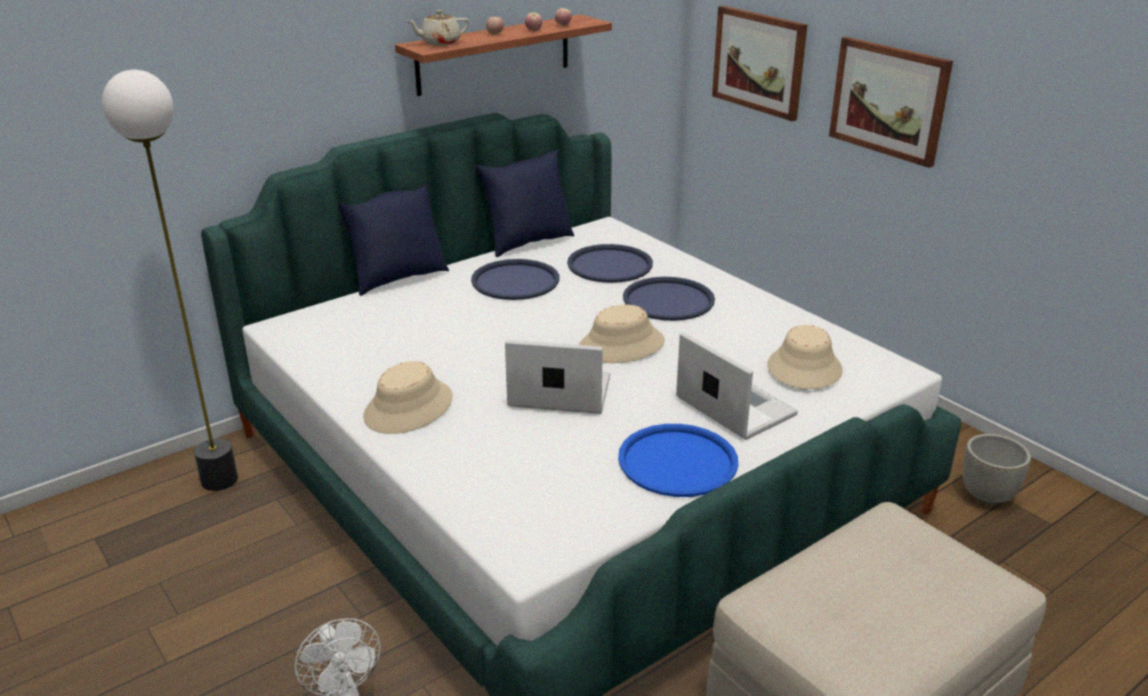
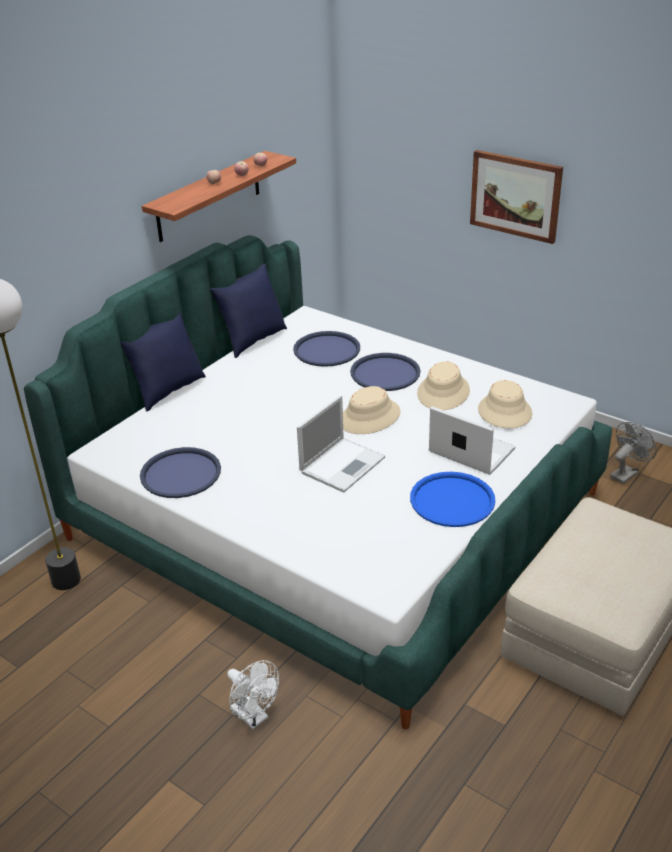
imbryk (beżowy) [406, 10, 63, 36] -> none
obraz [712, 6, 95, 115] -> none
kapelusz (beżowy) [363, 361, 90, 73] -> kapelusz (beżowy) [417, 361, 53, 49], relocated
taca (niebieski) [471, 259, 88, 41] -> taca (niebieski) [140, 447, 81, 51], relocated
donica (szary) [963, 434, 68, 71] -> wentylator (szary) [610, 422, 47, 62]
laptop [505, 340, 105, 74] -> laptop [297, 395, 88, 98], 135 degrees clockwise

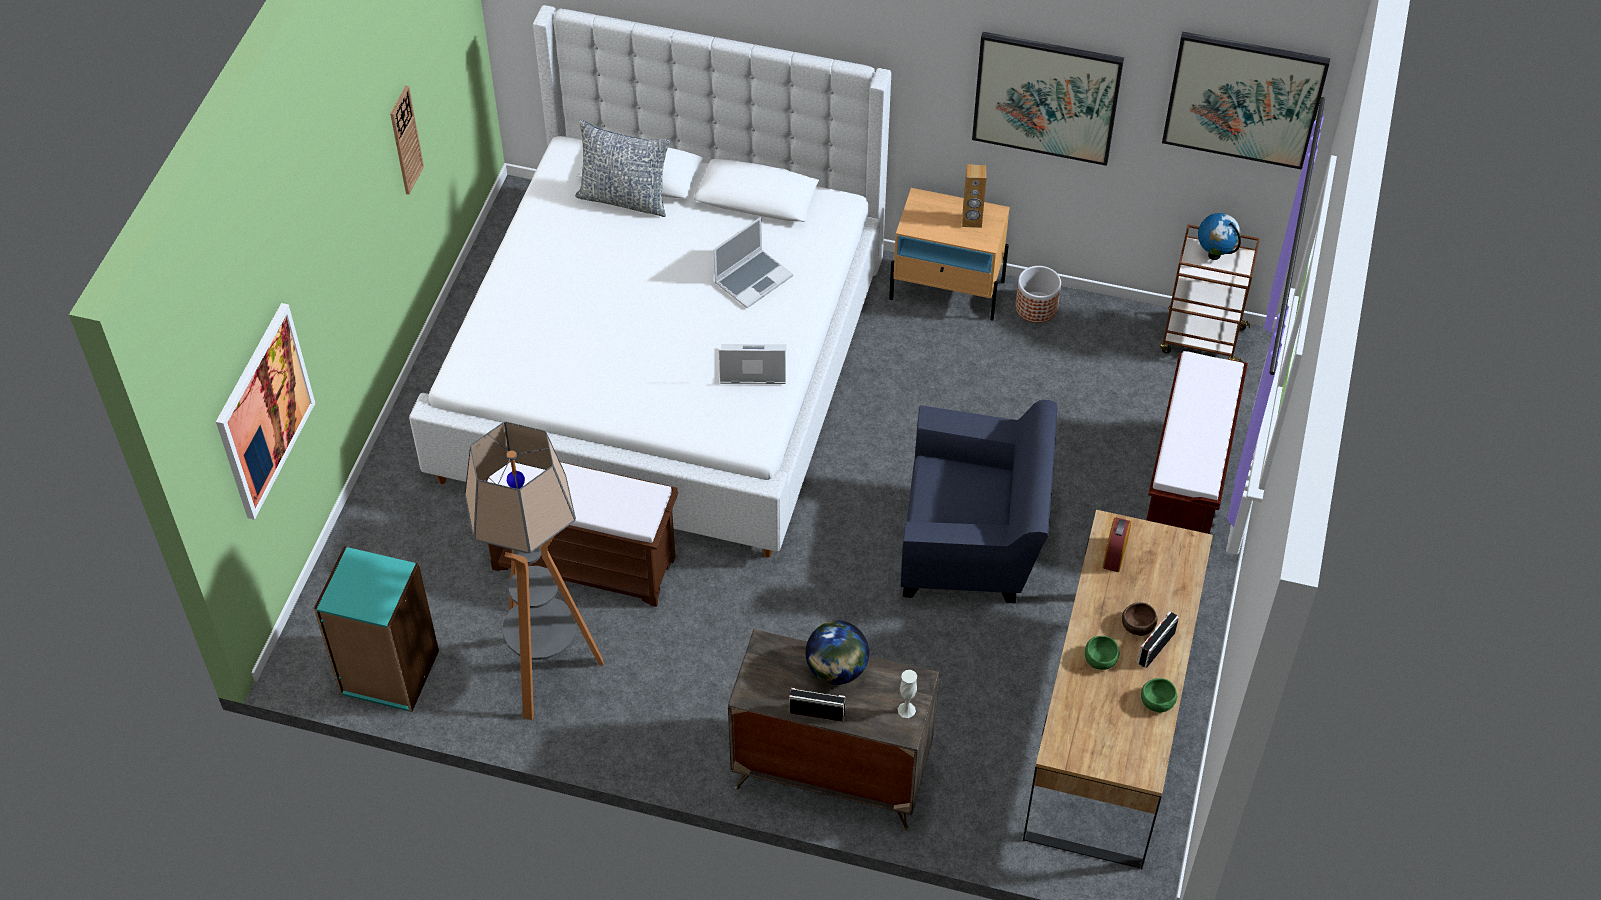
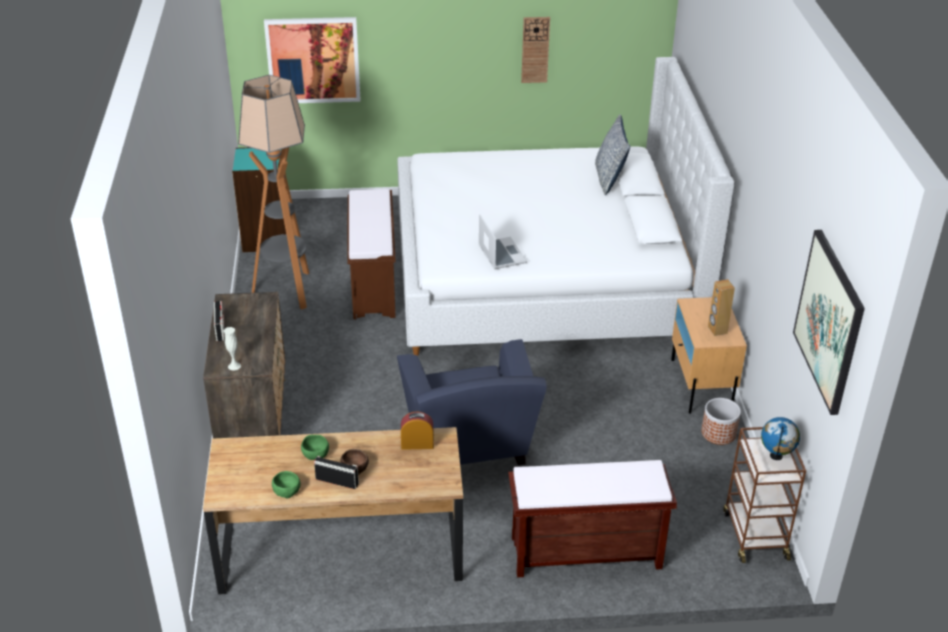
laptop [714, 217, 79, 91] -> none
globus [805, 621, 64, 64] -> none
obraz [972, 32, 152, 134] -> none

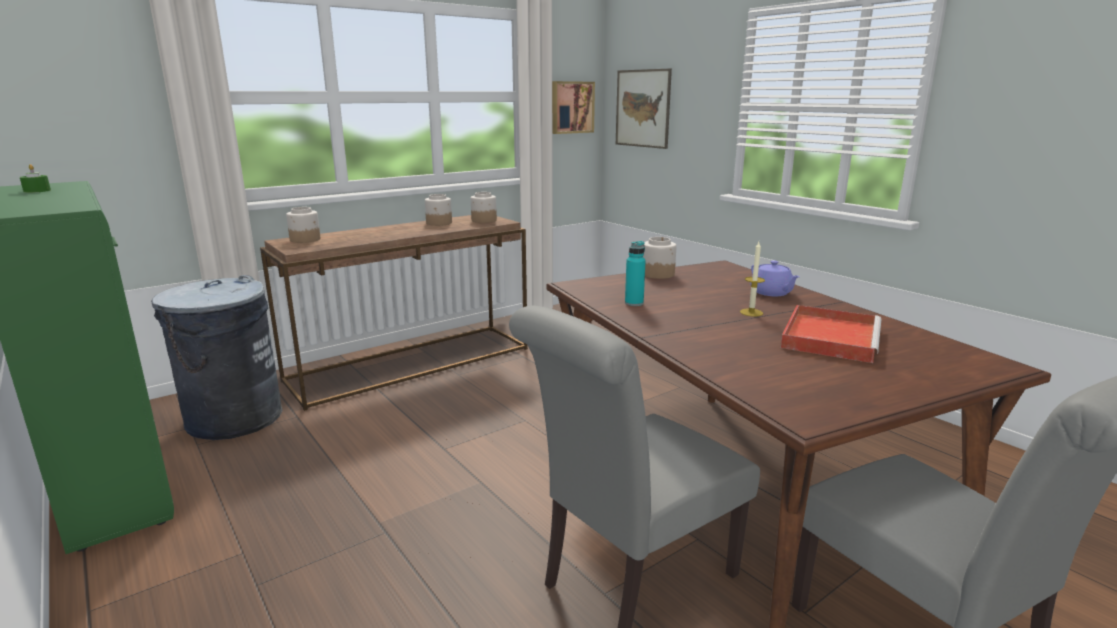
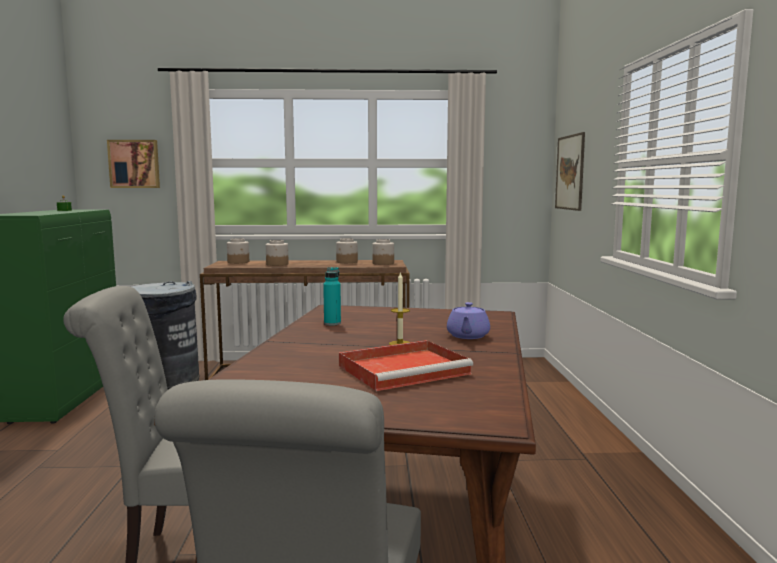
obraz [552, 81, 43, 53] -> obraz [107, 140, 53, 48], relocated
słoik [643, 237, 33, 42] -> słoik [266, 240, 23, 26], relocated

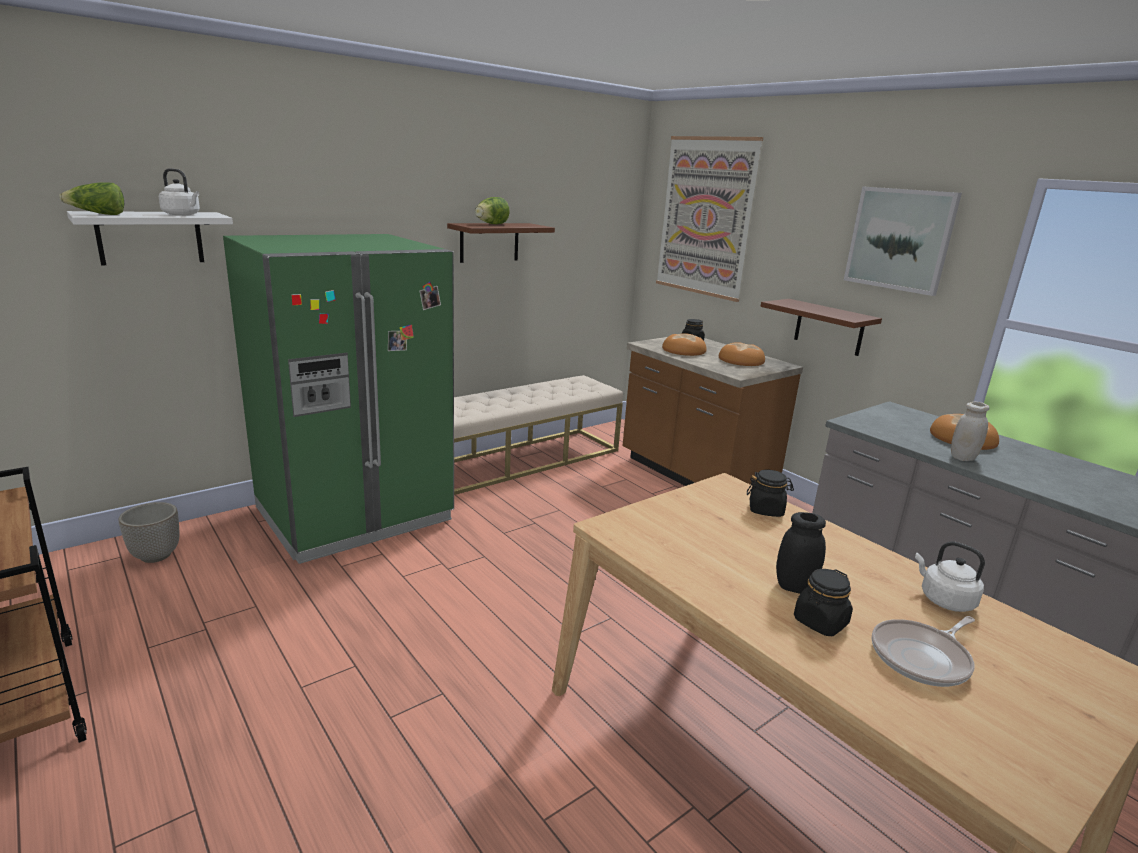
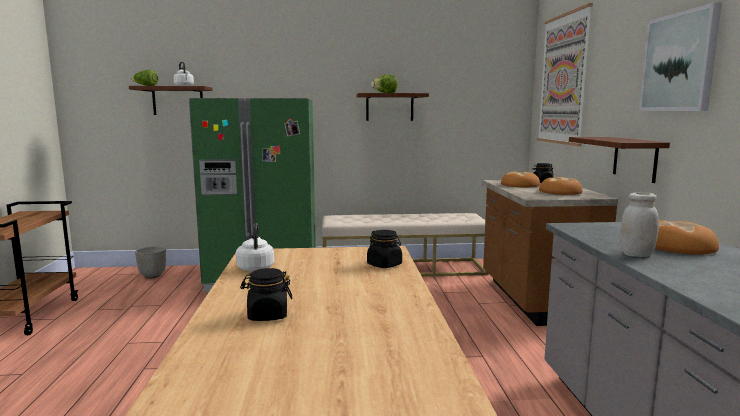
słoik (czarny) [776, 512, 50, 82] -> none
patelnia [871, 616, 104, 71] -> none
czajnik (biały) [915, 541, 70, 71] -> czajnik (biały) [236, 223, 38, 48], relocated
półka (biały) [67, 211, 166, 55] -> półka (brązowy) [129, 86, 84, 29]

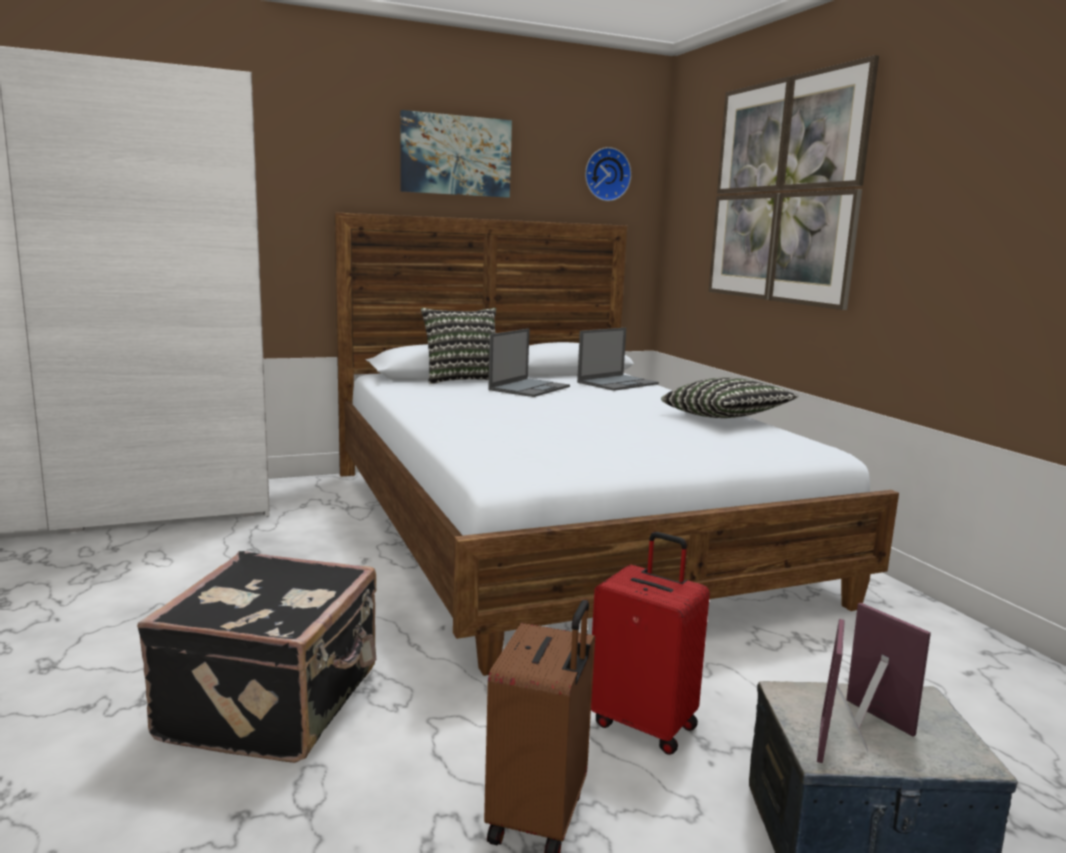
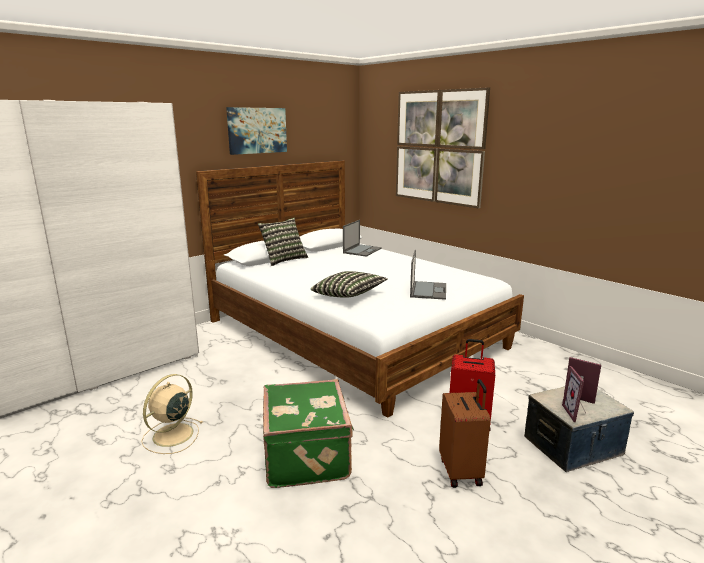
zegar ścienny [585, 147, 46, 54] -> none
none -> wentylator (beżowy) [141, 374, 62, 80]
laptop [488, 329, 82, 68] -> laptop [410, 250, 36, 50], relocated
poduszka [661, 377, 137, 41] -> poduszka [311, 271, 77, 27], relocated
walizka (czarny) [137, 551, 240, 212] -> walizka (zielony) [263, 379, 91, 109]

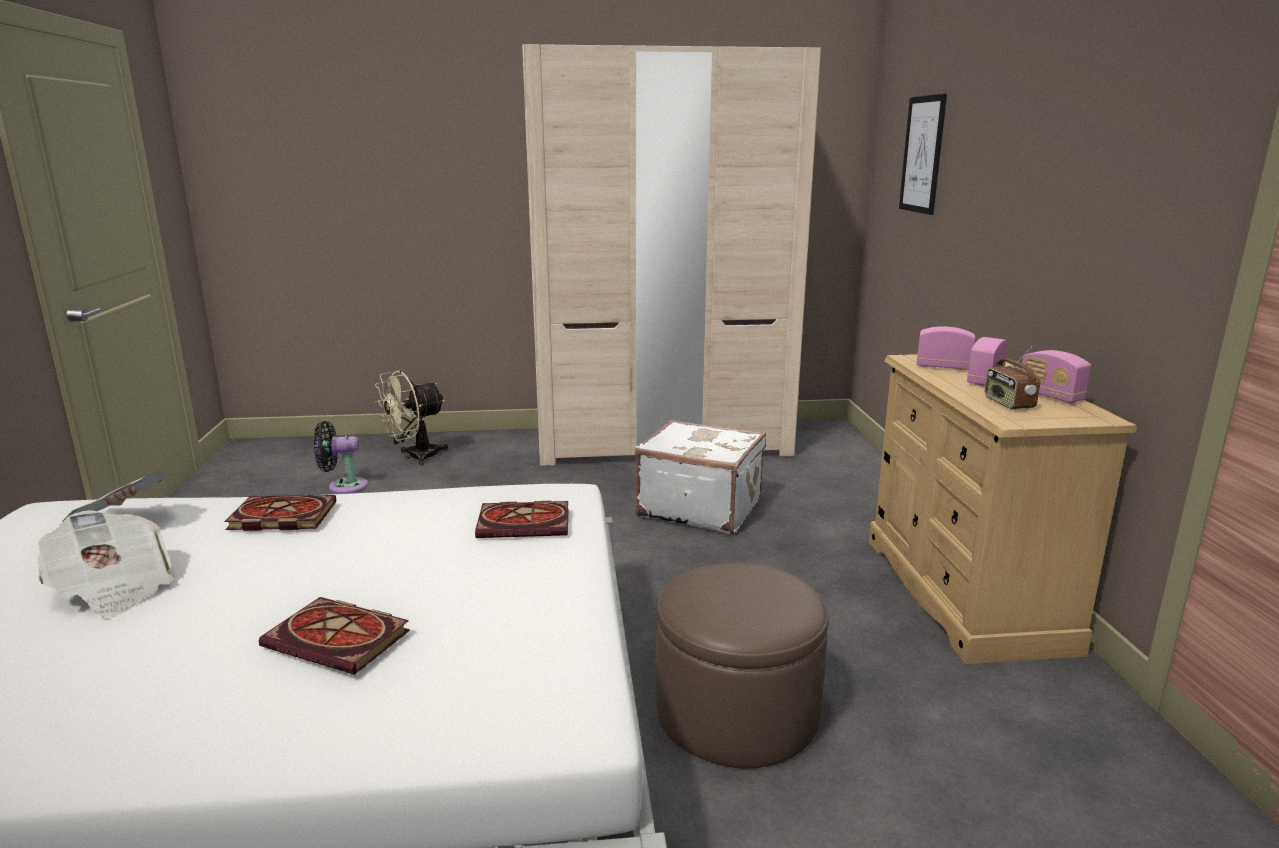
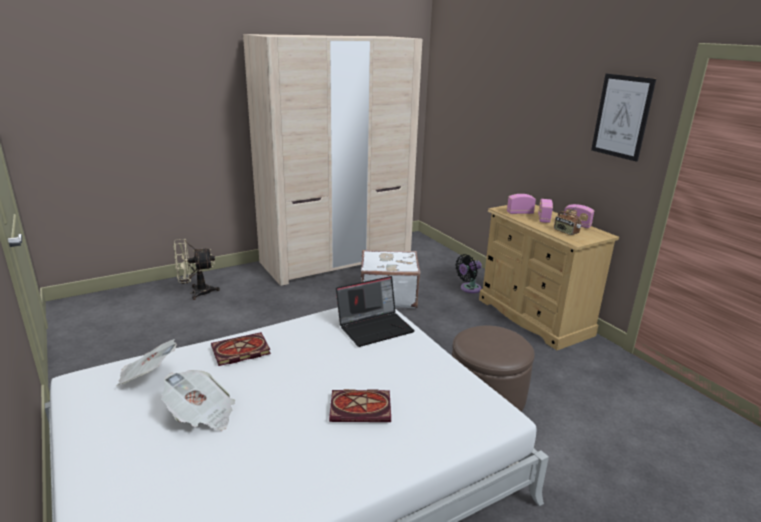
wentylator (czarny) [314, 421, 54, 73] -> wentylator (czarny) [455, 254, 27, 39], relocated
obraz [899, 94, 48, 121] -> obraz [591, 74, 65, 88], relocated
książka [475, 501, 93, 37] -> laptop [336, 276, 79, 71]
wentylator (beżowy) [375, 370, 73, 95] -> wentylator (beżowy) [174, 239, 46, 61], 45 degrees clockwise

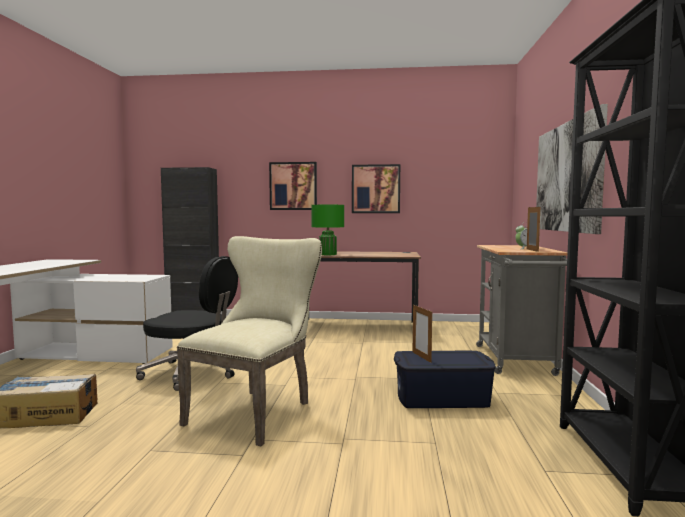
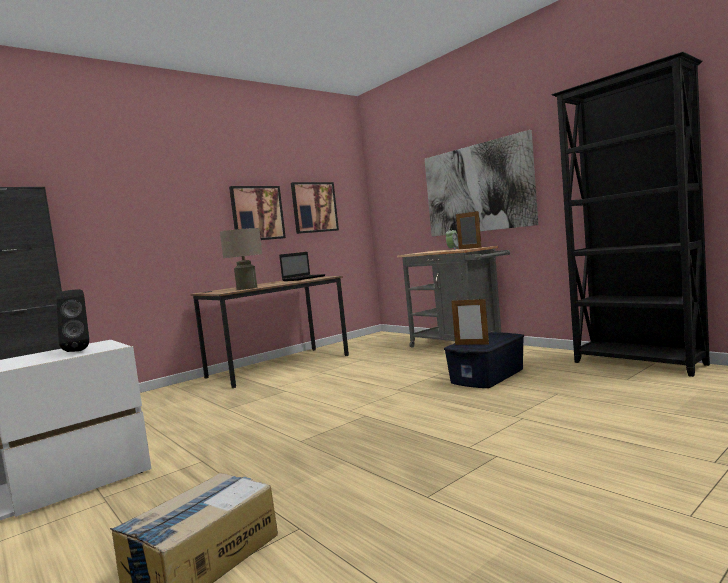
krzesło biurowe (czarny) [136, 256, 102, 135] -> none
krzesło (beżowy) [177, 236, 145, 210] -> none
none -> głośnik (czarny) [57, 289, 32, 63]
none -> laptop [279, 252, 47, 29]
obraz [269, 162, 48, 48] -> obraz [291, 182, 48, 52], relocated
lampa stołowa (zielony) [311, 205, 33, 50] -> lampa stołowa (beżowy) [220, 228, 42, 62]

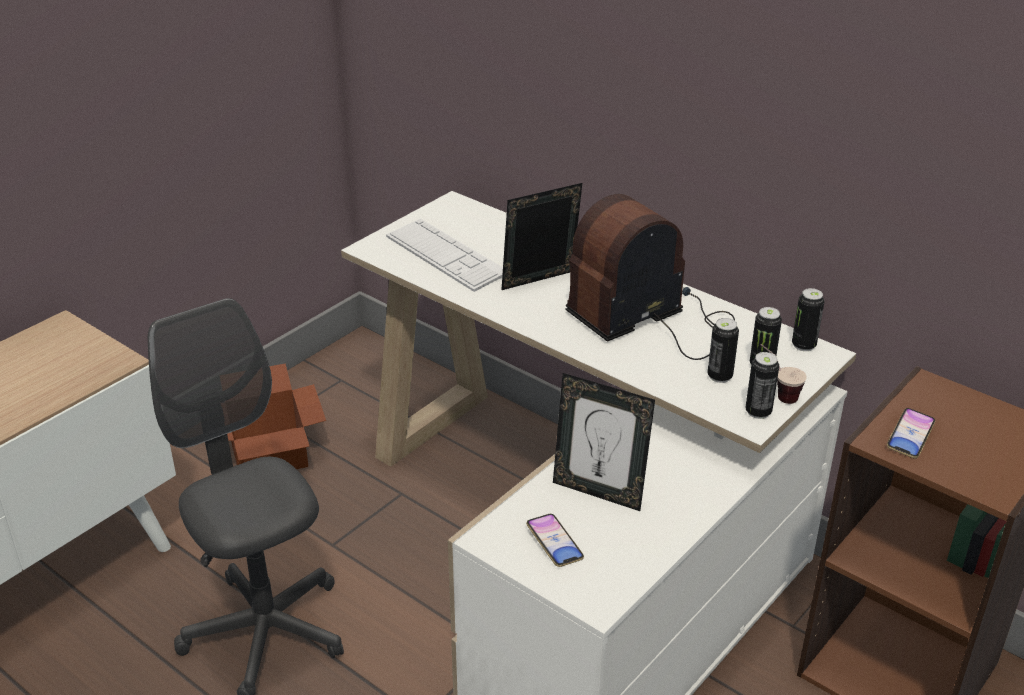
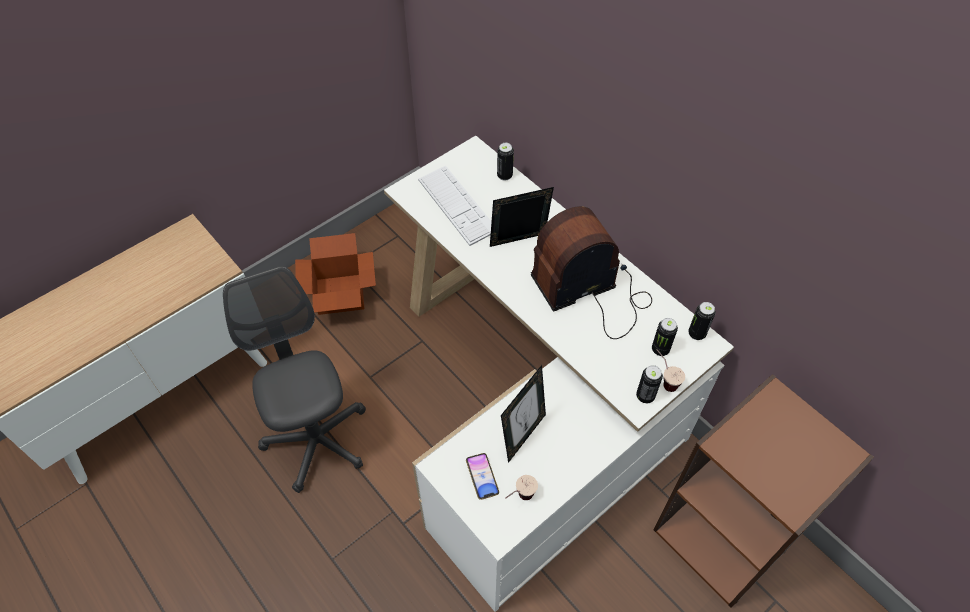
telefon [887, 408, 48, 50] -> none
none -> filiżanka [505, 475, 33, 25]
puszka [707, 318, 32, 65] -> puszka [497, 143, 17, 38], relocated
ramka na zdjęcie [553, 373, 102, 138] -> ramka na zdjęcie [501, 365, 45, 98], 90 degrees counterclockwise

